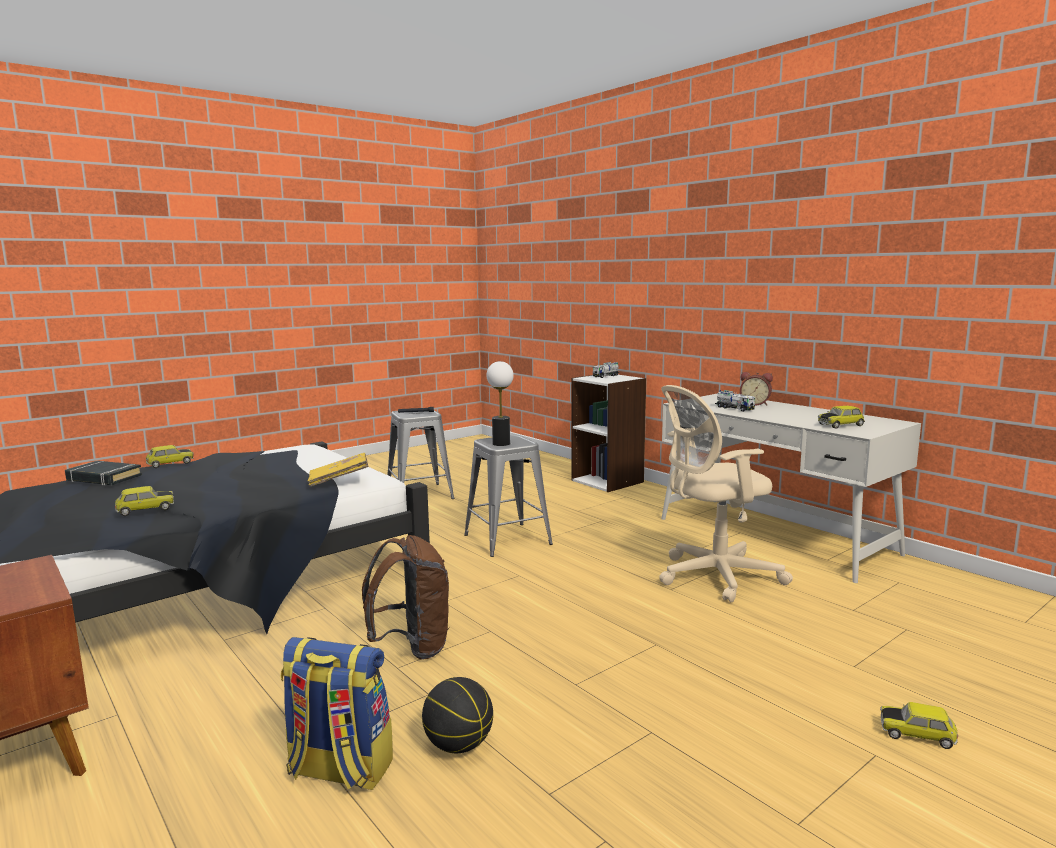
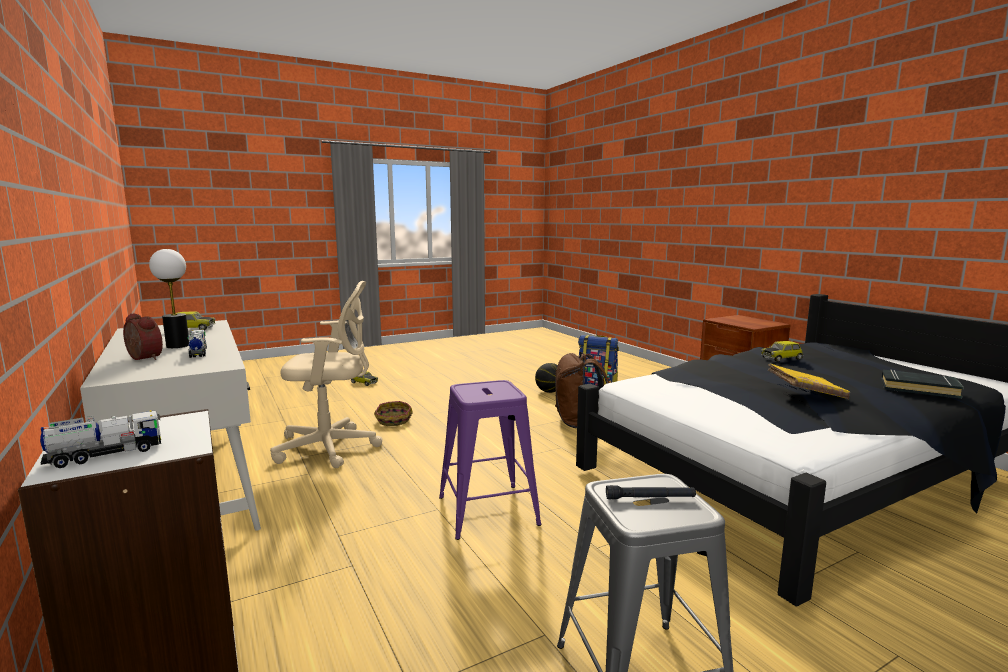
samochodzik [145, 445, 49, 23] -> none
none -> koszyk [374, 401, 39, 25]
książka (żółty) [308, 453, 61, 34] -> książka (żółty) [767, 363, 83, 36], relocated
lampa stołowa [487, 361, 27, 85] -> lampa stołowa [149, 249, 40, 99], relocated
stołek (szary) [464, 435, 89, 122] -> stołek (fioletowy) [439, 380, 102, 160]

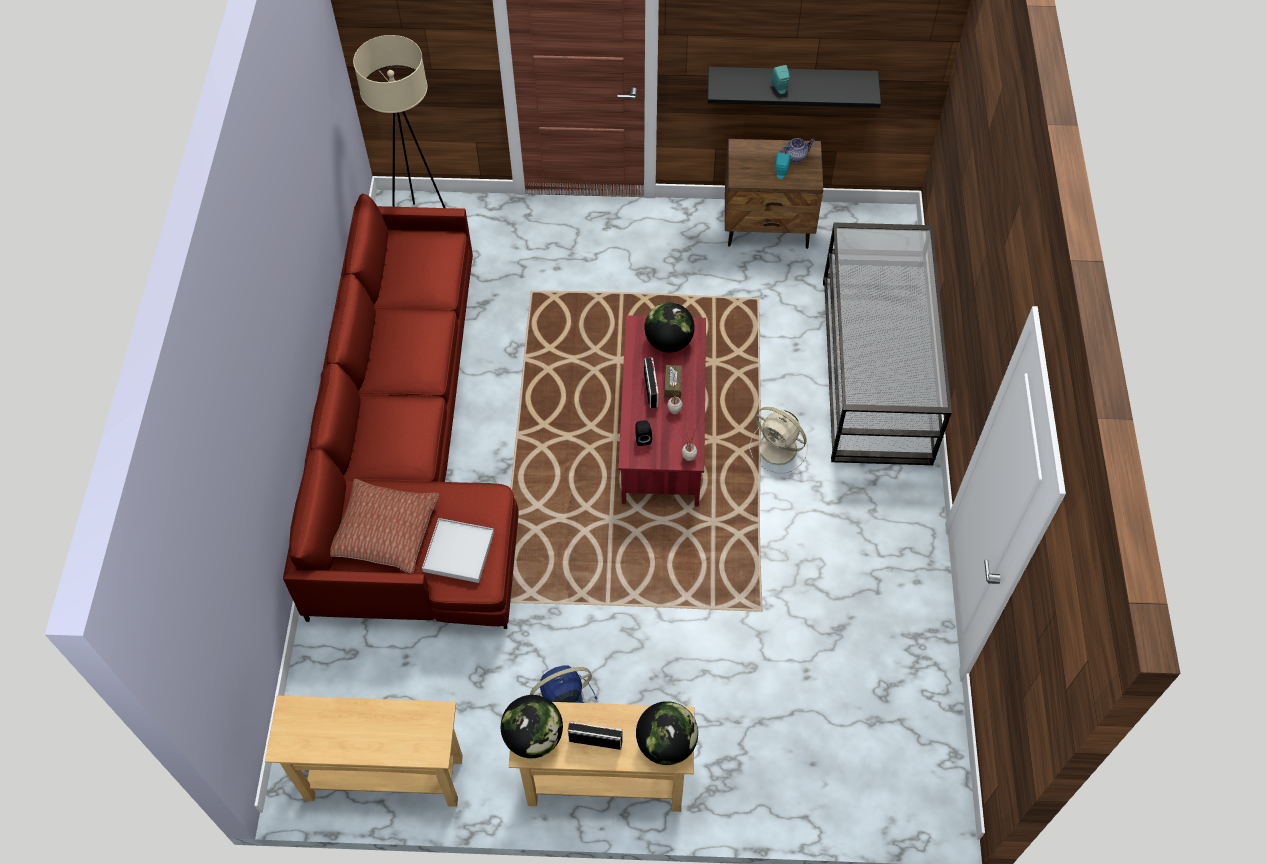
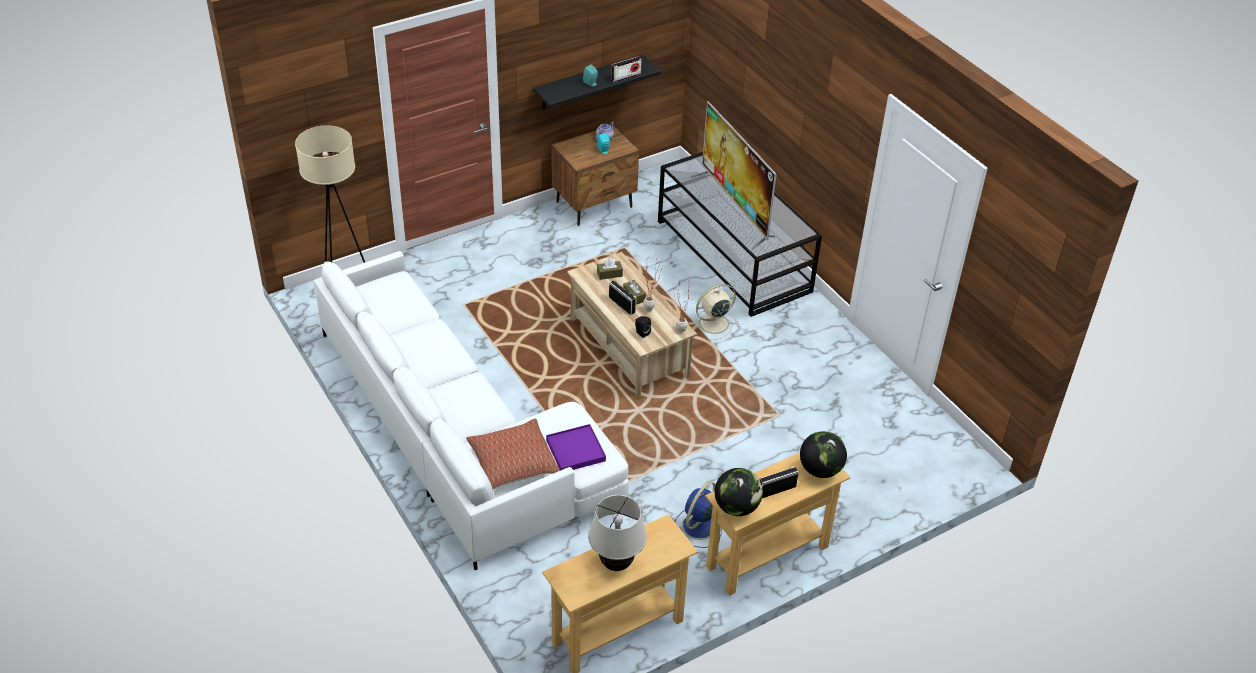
none -> lampa stołowa (beżowy) [588, 495, 59, 76]
none -> radio [611, 57, 31, 26]
none -> telewizor [690, 101, 87, 148]
globus [644, 302, 51, 51] -> pudełko chusteczek (brązowy) [597, 258, 26, 22]
kanapa (czerwony) [283, 193, 236, 436] -> kanapa (biały) [314, 251, 315, 319]
taca (biały) [422, 518, 72, 65] -> taca (fioletowy) [546, 424, 60, 47]
ława (czerwony) [618, 315, 88, 191] -> ława (beżowy) [567, 252, 130, 146]
wentylator (beżowy) [749, 407, 59, 66] -> wentylator (beżowy) [692, 284, 46, 56], 150 degrees clockwise

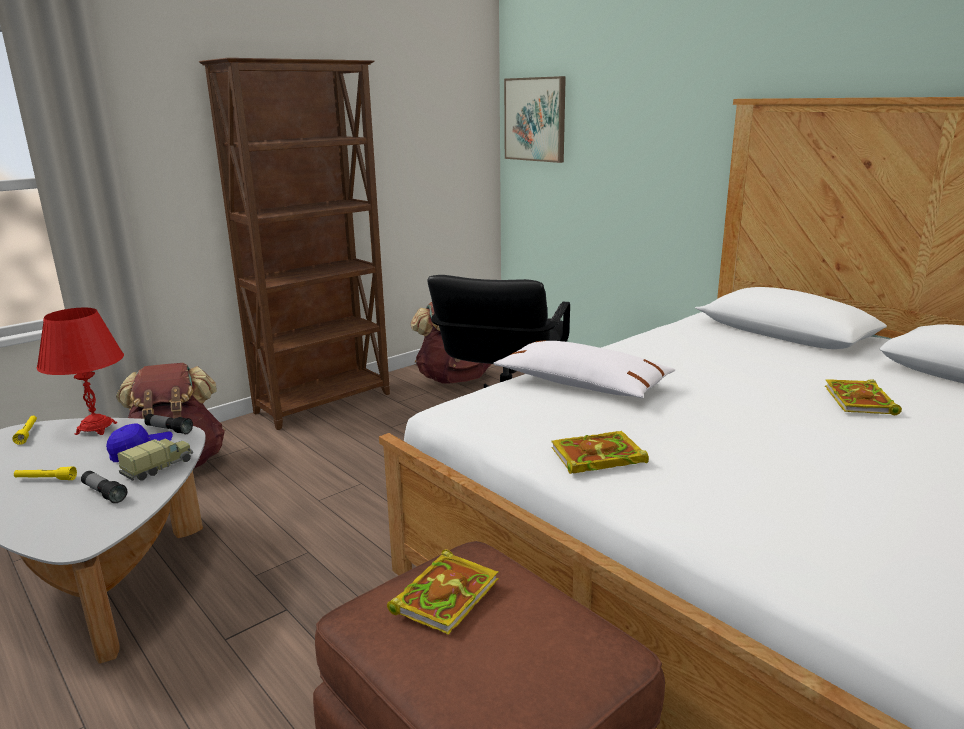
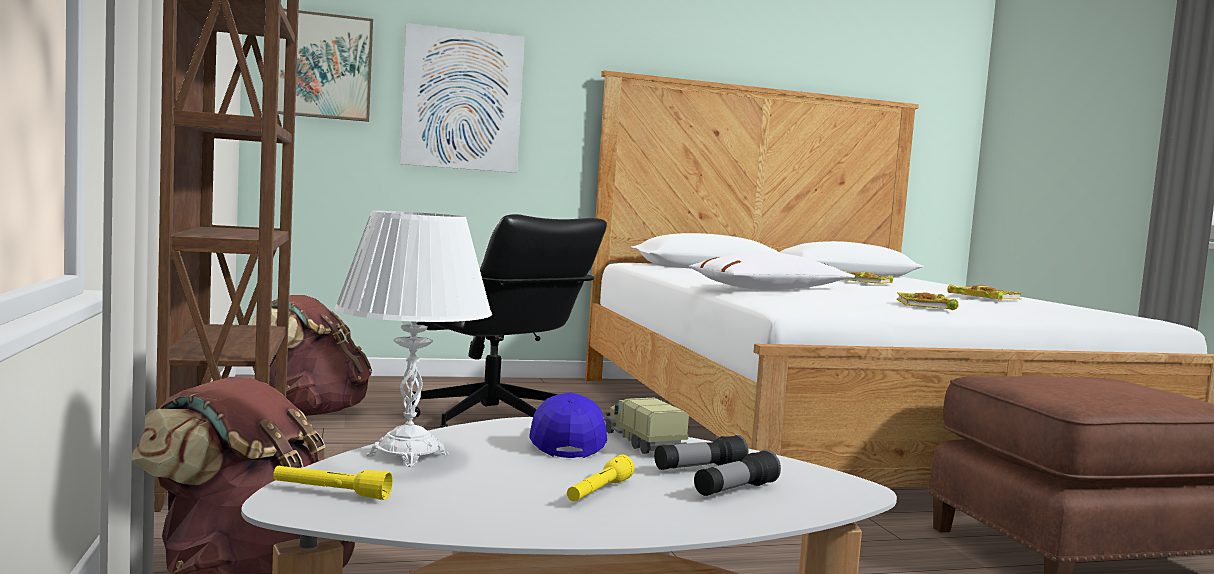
none -> obraz [400, 23, 125, 150]
latarka [144, 414, 49, 20] -> latarka [694, 450, 87, 46], relocated
książka [387, 549, 112, 86] -> książka [947, 284, 75, 17], relocated
lampa stołowa (czerwony) [37, 308, 87, 127] -> lampa stołowa (biały) [334, 211, 158, 256]

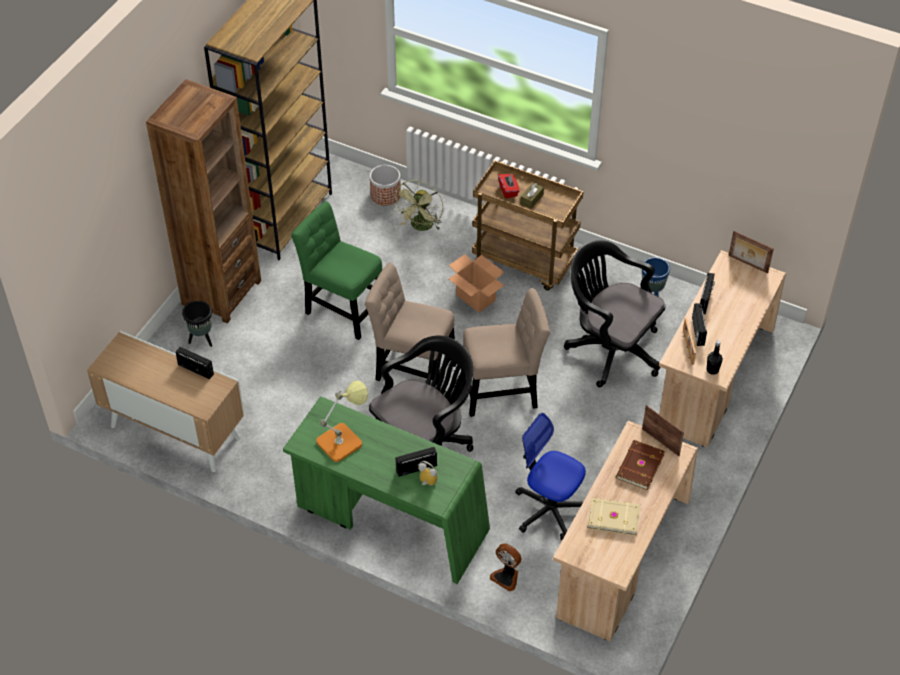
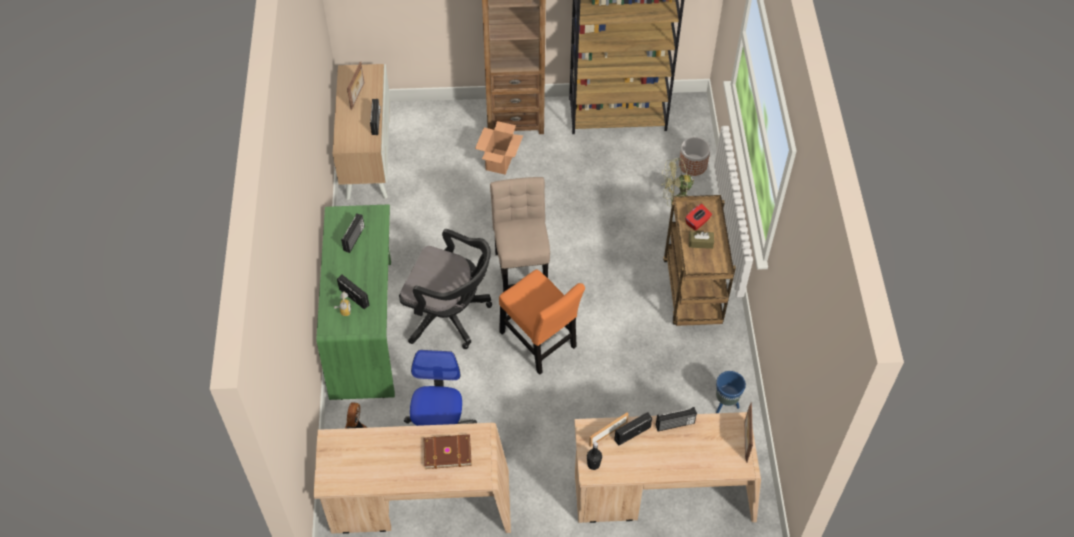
donica (czarny) [182, 301, 30, 46] -> none
krzesło (zielony) [291, 201, 91, 139] -> none
krzesło biurowe (czarny) [564, 240, 102, 147] -> none
książka (beżowy) [587, 498, 53, 38] -> none
karton [449, 254, 55, 59] -> karton [475, 121, 48, 54], relocated
ramka na zdjęcie [642, 405, 42, 51] -> ramka na zdjęcie [347, 61, 17, 49], relocated
lampa stołowa [316, 380, 52, 82] -> radio [341, 213, 24, 40]
krzesło (beżowy) [461, 288, 89, 129] -> krzesło (pomarańczowy) [499, 269, 86, 106]

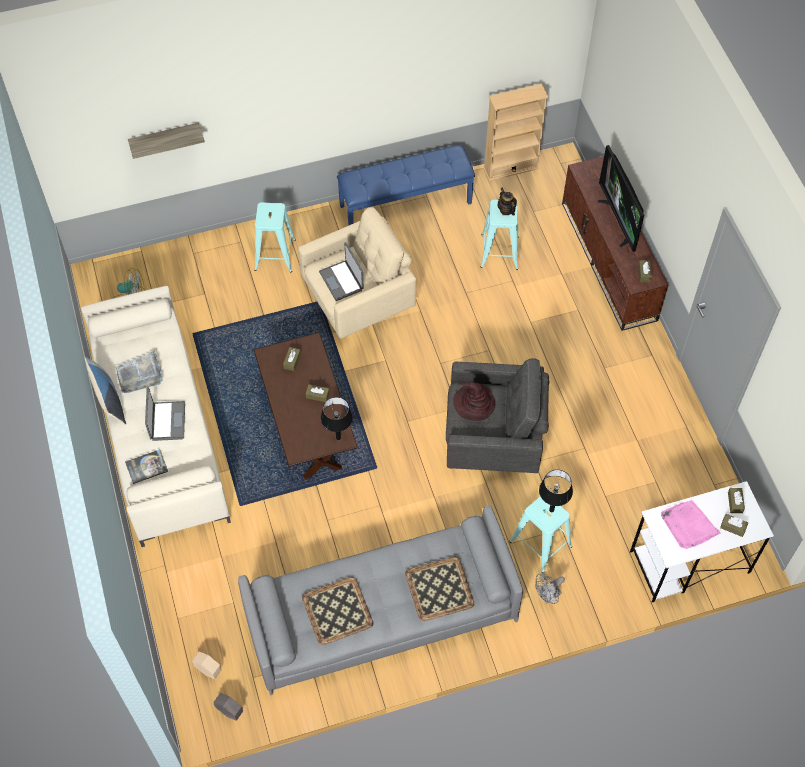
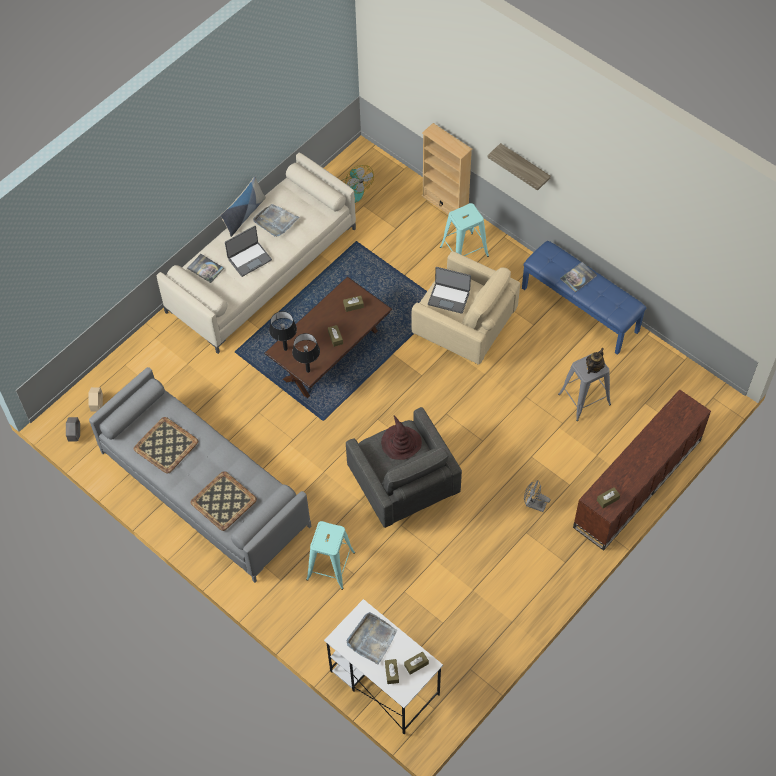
telewizor [598, 145, 46, 107] -> none
none -> książka [560, 262, 37, 30]
półka [128, 123, 77, 36] -> półka [487, 143, 64, 48], relocated
regał (beżowy) [483, 83, 65, 98] -> regał (beżowy) [421, 123, 51, 95], relocated
wentylator (szary) [535, 574, 30, 30] -> wentylator (szary) [524, 480, 27, 32], relocated
lampa stołowa (czarny) [539, 470, 34, 42] -> lampa stołowa (czarny) [269, 311, 28, 40], relocated
stołek (turkusowy) [481, 199, 38, 71] -> stołek (szary) [558, 354, 53, 67]
taca (różowy) [661, 500, 59, 49] -> taca (szary) [346, 612, 51, 52]
laptop [319, 242, 45, 59] -> laptop [428, 267, 43, 47], 105 degrees counterclockwise

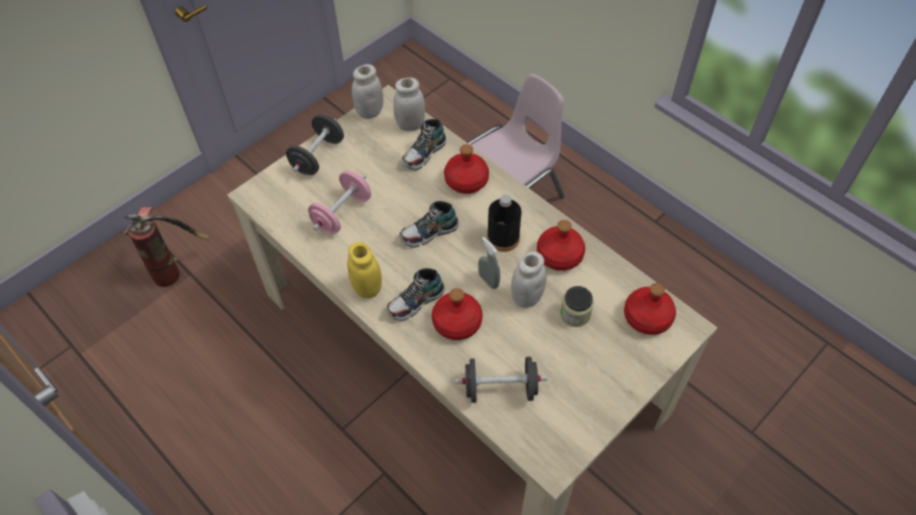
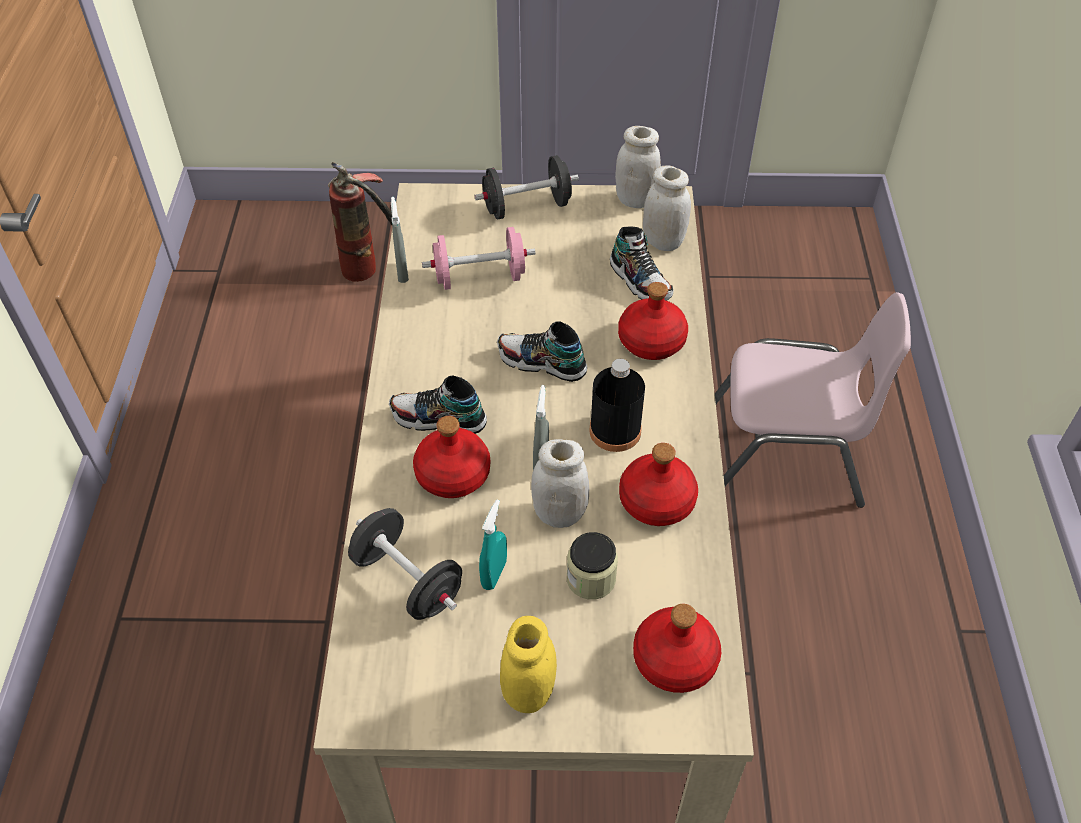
none -> spryskiwacz (szary) [391, 197, 18, 86]
none -> spryskiwacz (turkusowy) [479, 500, 28, 90]
słoik (żółty) [347, 242, 35, 56] -> słoik (żółty) [500, 616, 57, 97], relocated
but [402, 119, 44, 51] -> but [610, 227, 63, 74], 120 degrees counterclockwise

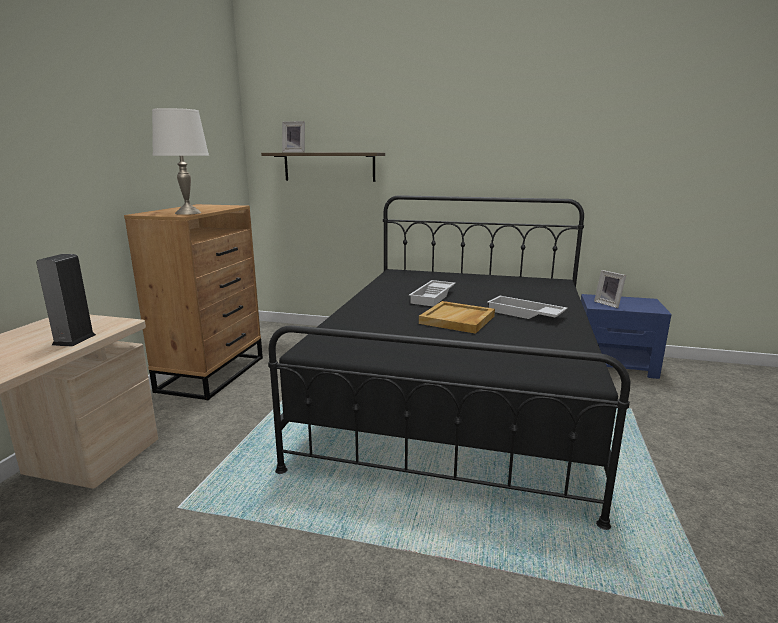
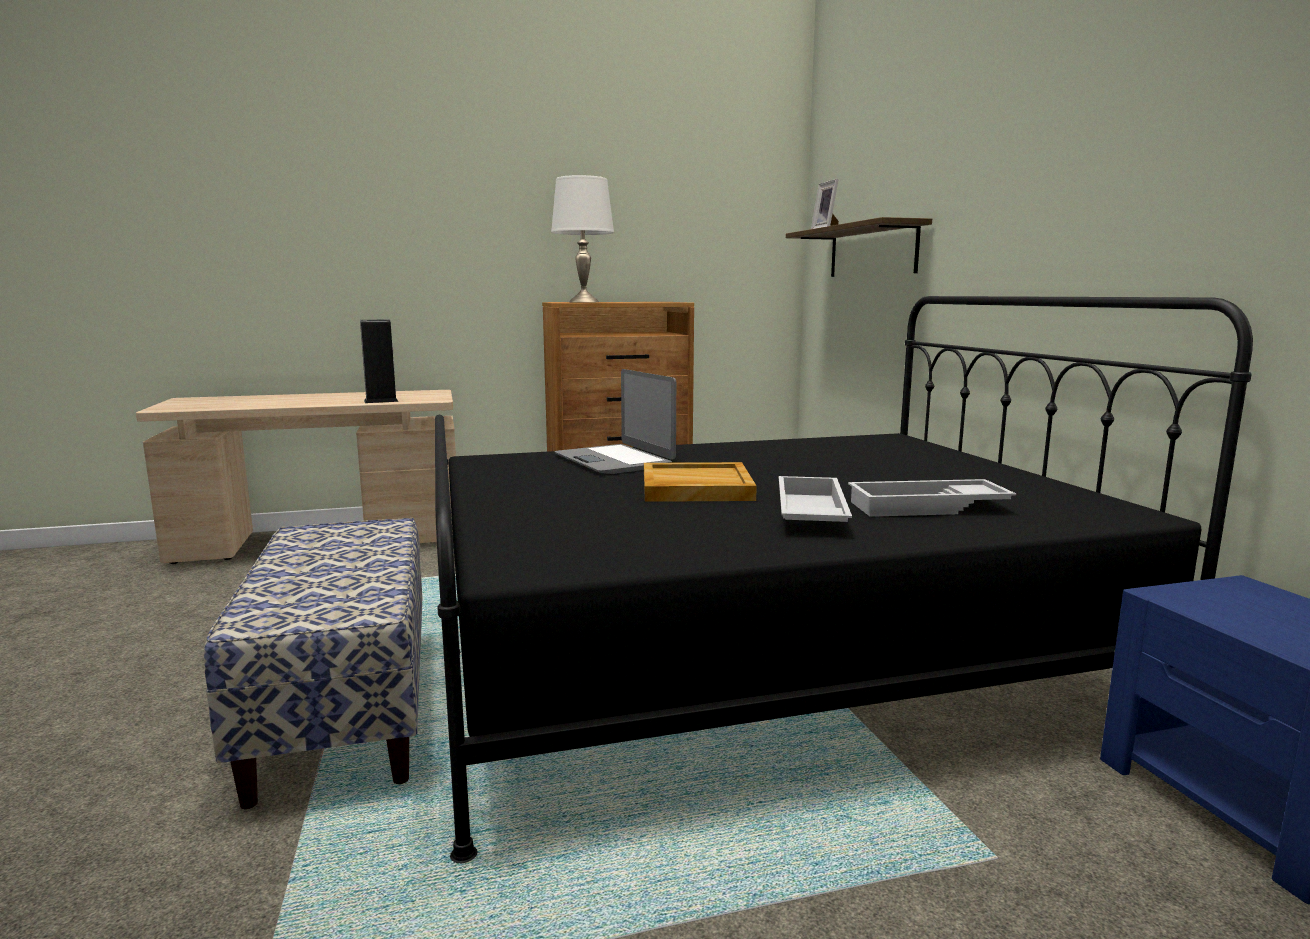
ramka na zdjęcie [594, 270, 32, 38] -> none
none -> ławka [204, 518, 218, 291]
none -> laptop [555, 369, 121, 105]
taca (biały) [409, 280, 46, 26] -> taca (biały) [848, 479, 168, 38], relocated

